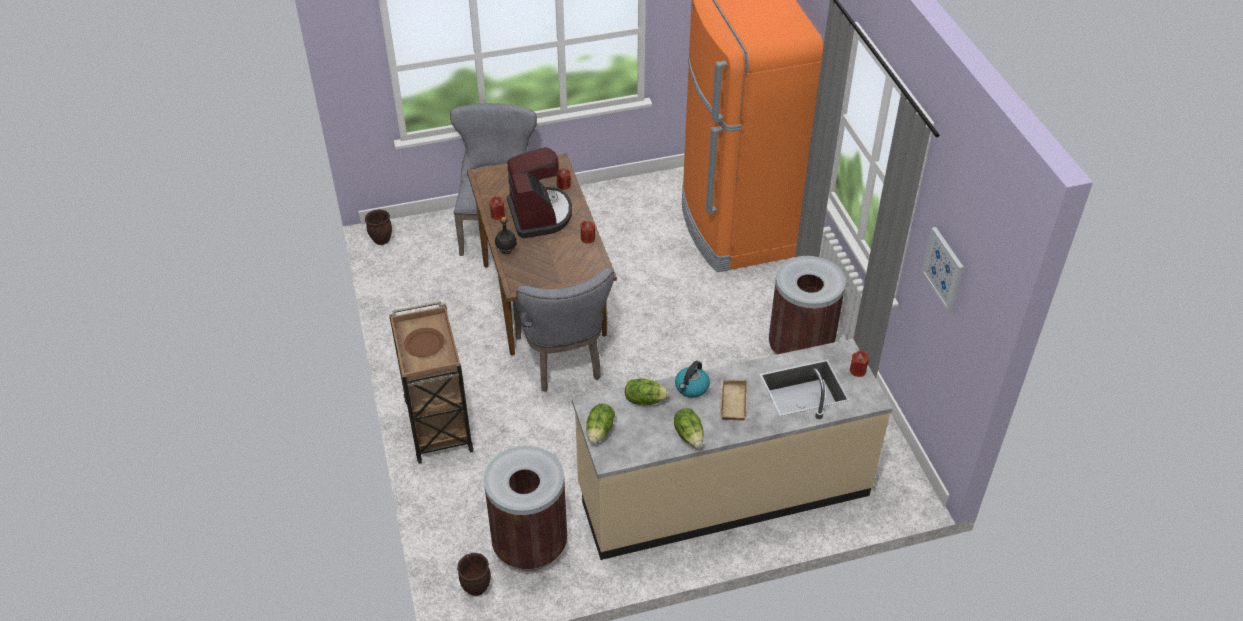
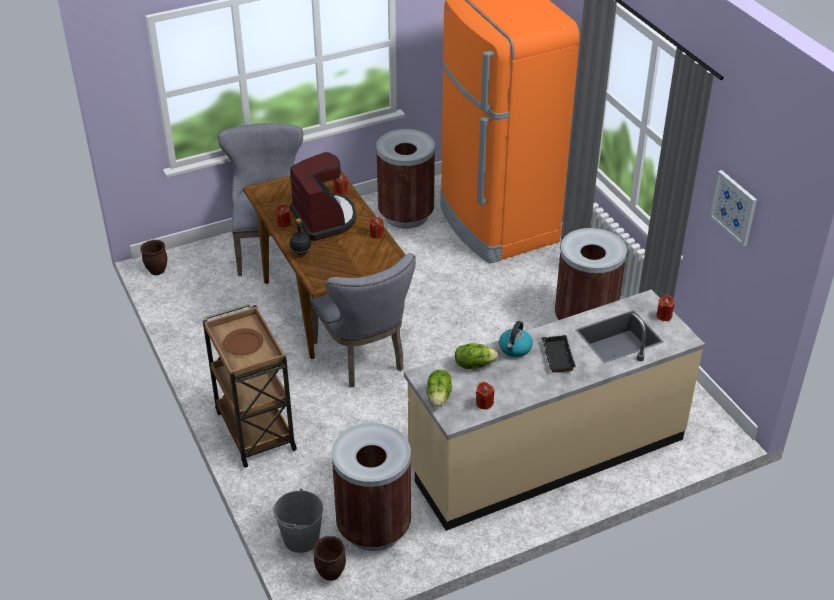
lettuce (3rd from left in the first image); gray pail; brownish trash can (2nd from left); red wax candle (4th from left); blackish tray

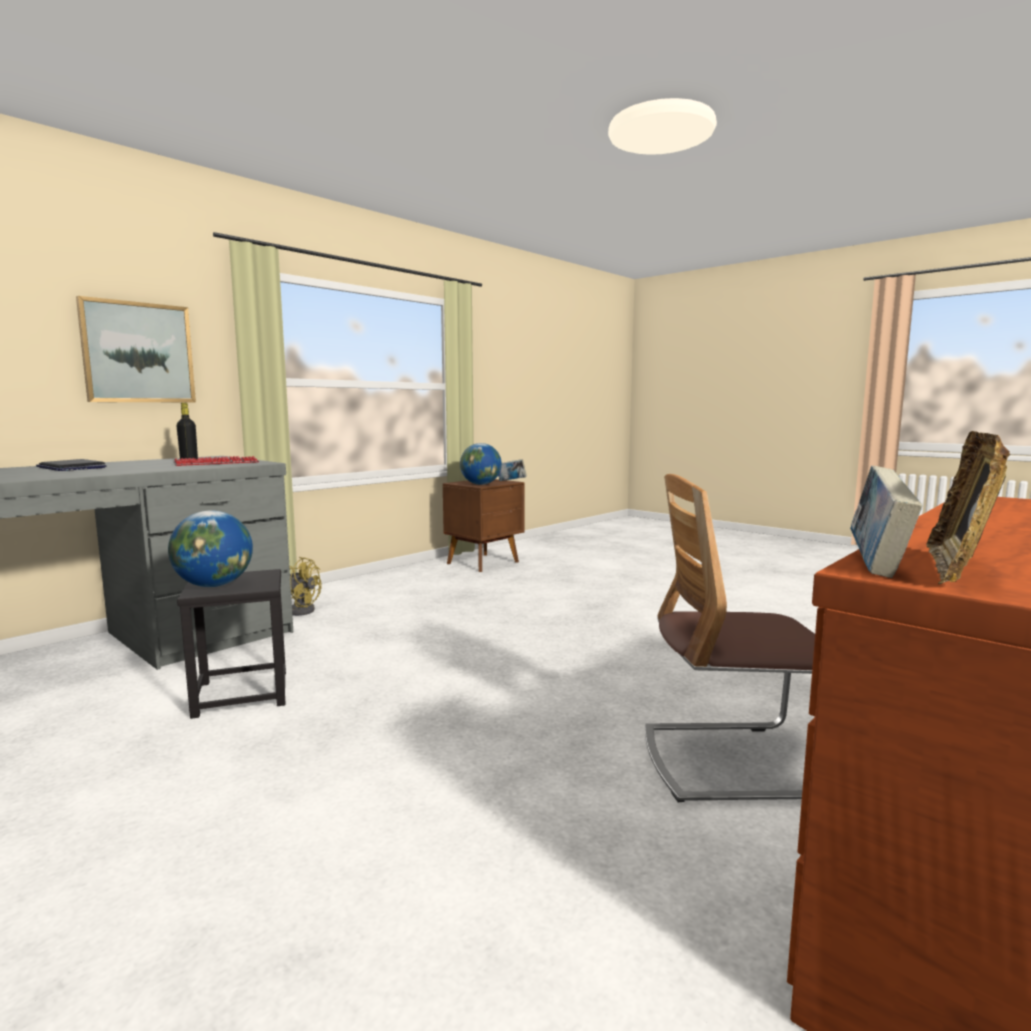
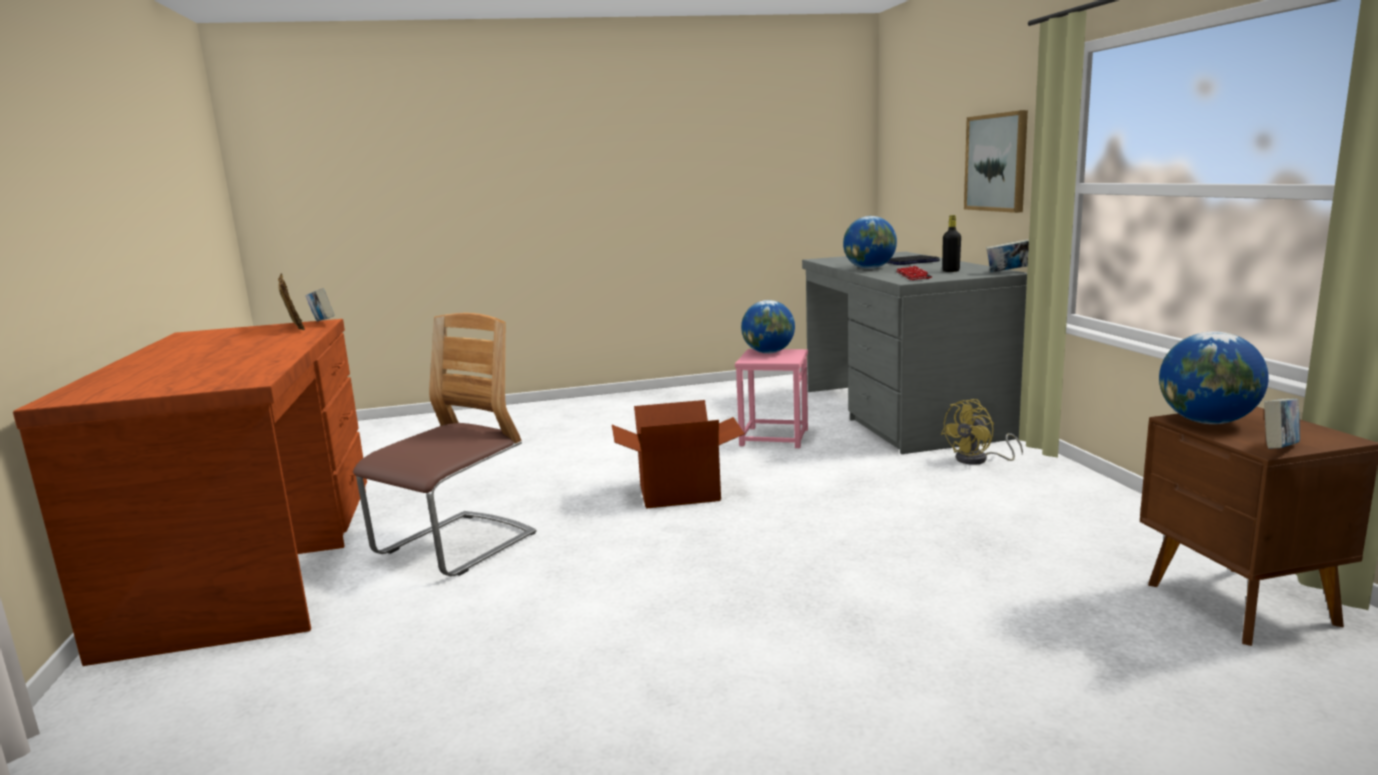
cardboard box; world globe (2nd from left); bound book (2nd from left); pinkish stool seat

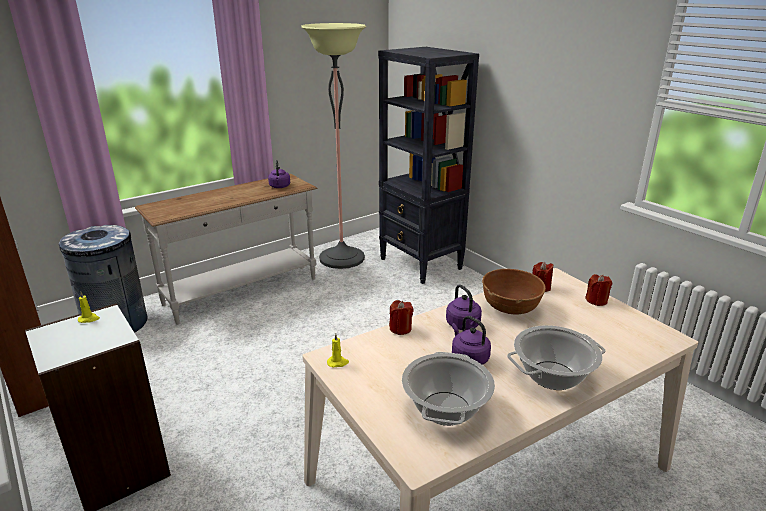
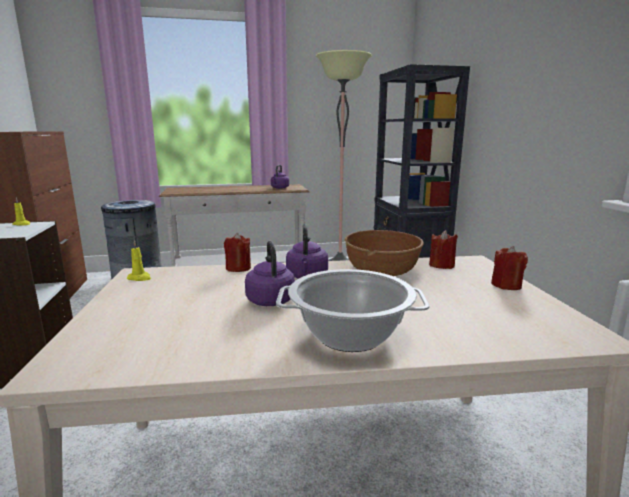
cooking pot (1st from left in the first image)

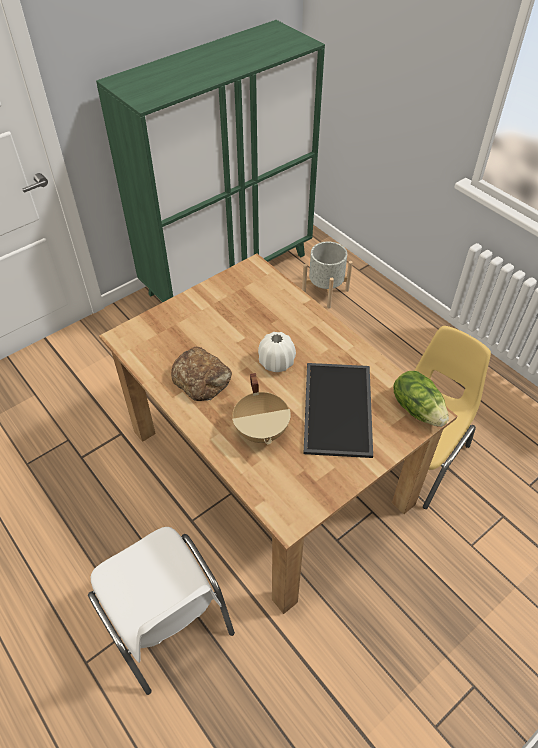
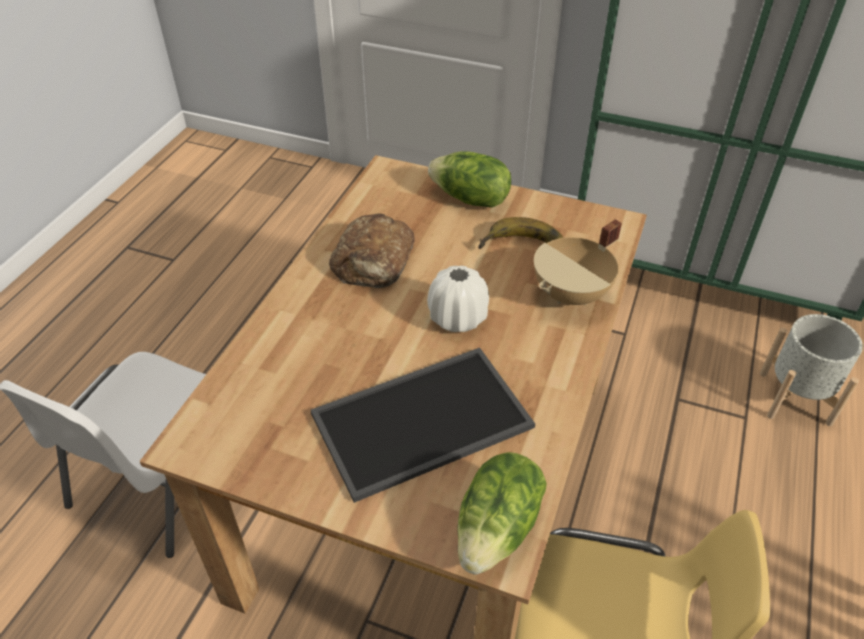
lettuce (1st from left); banana fruit; beige cooking pot

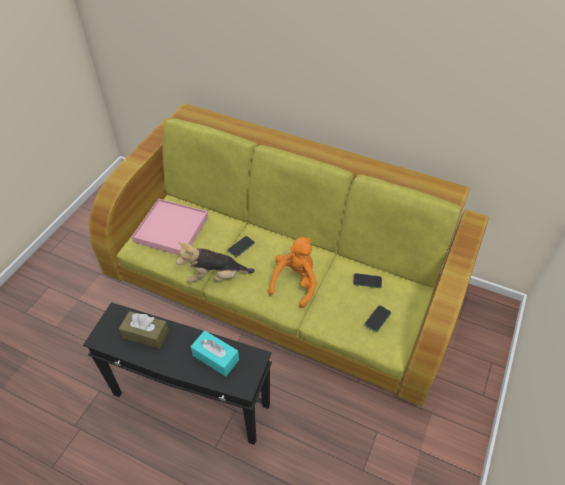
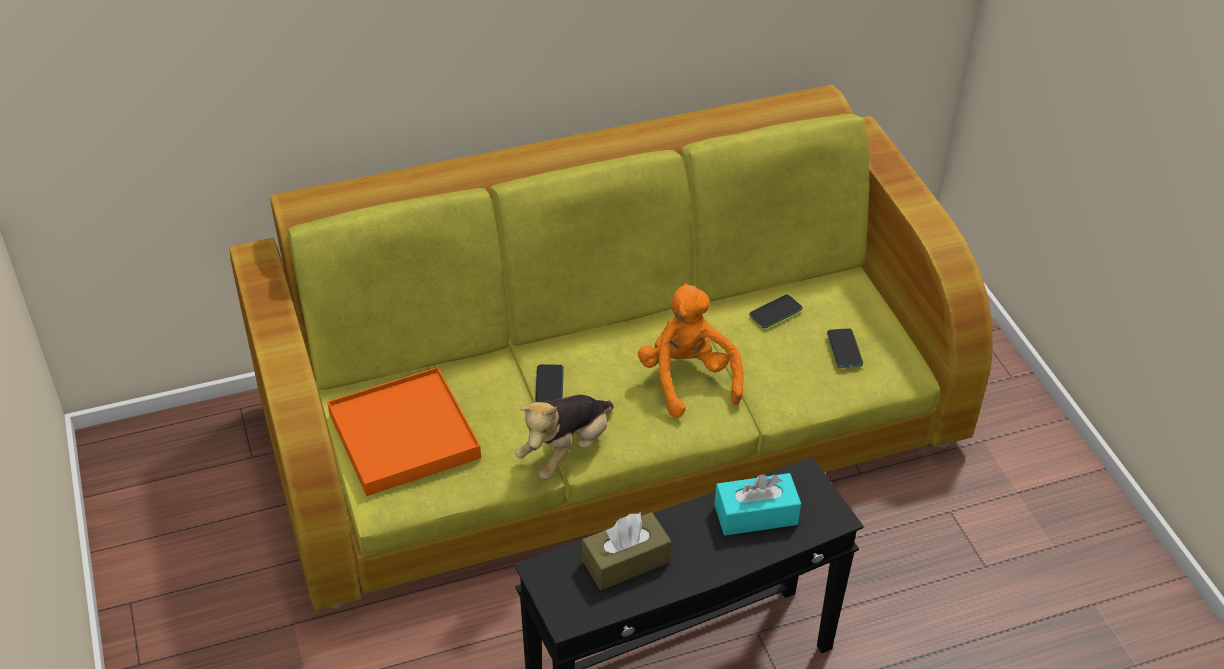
orange tray

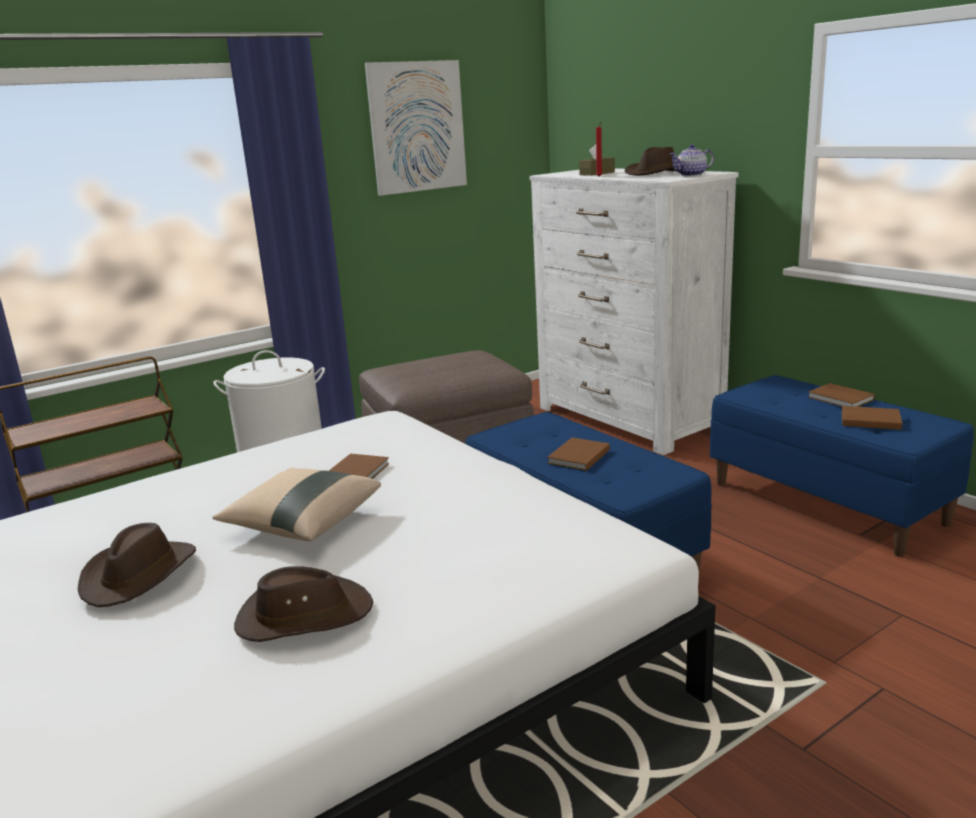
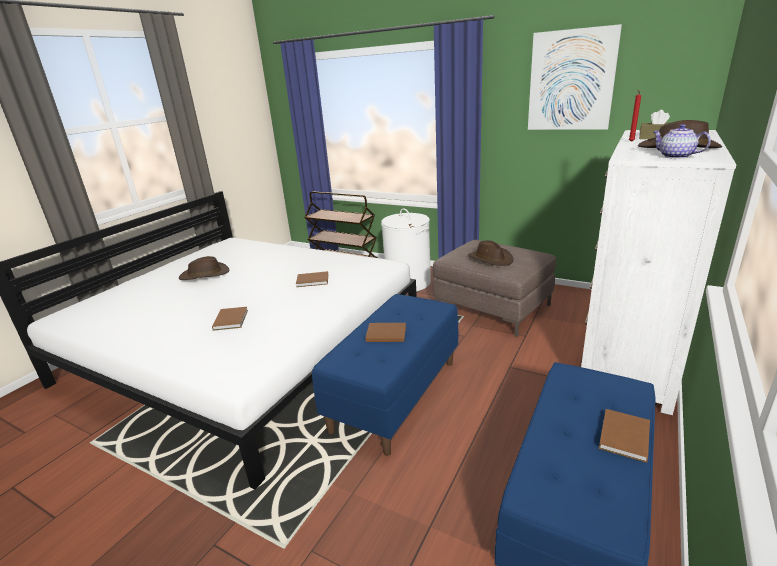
beige cushion; brownish hat (2nd from left); brownish bound book (1st from left)

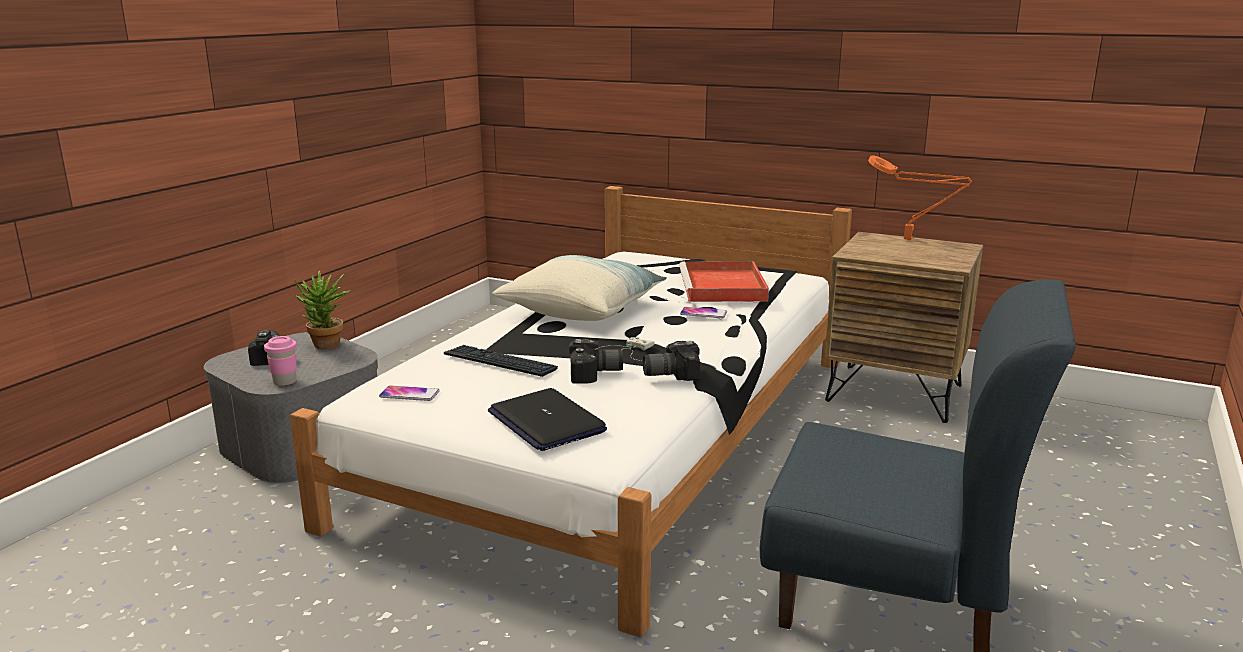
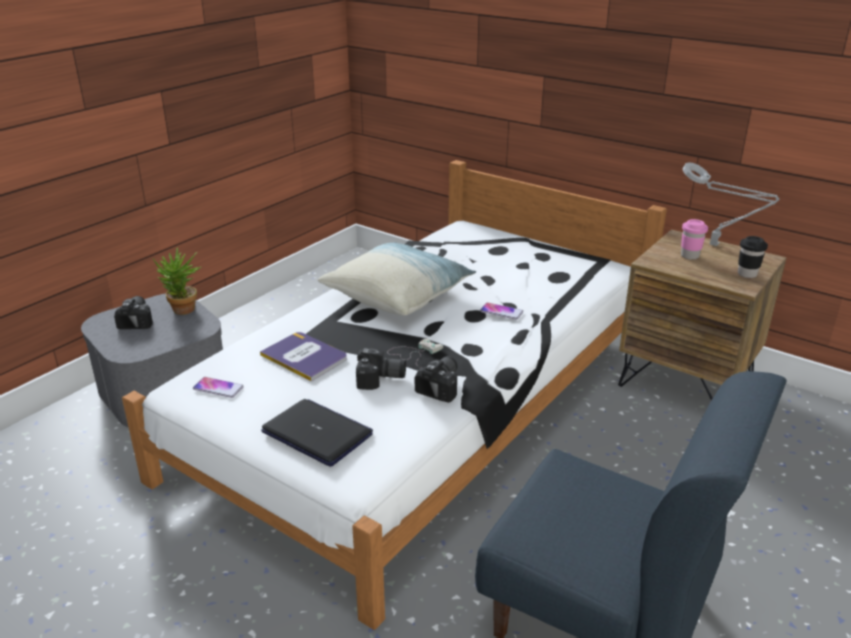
red tray; blackish small cup; pinkish small cup; bound book; gray tabletop lamp; portable computer; still camera (3rd from left)

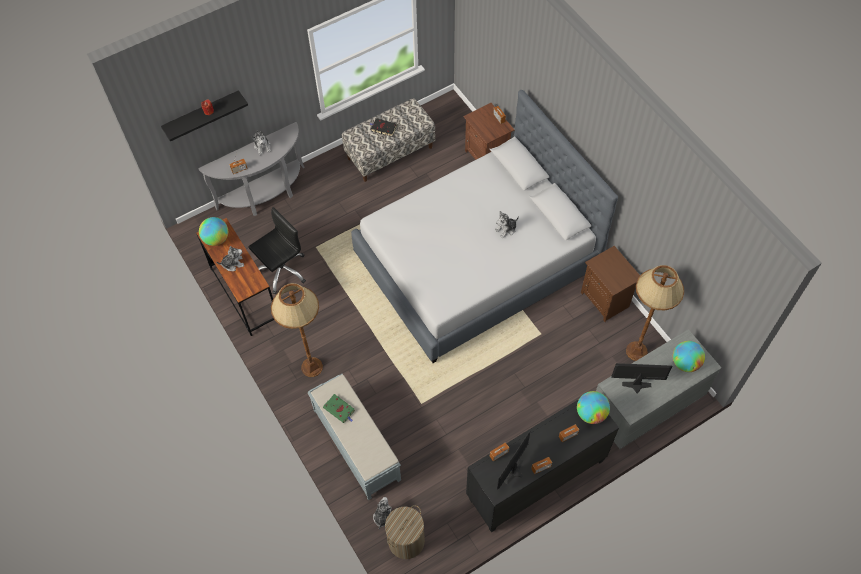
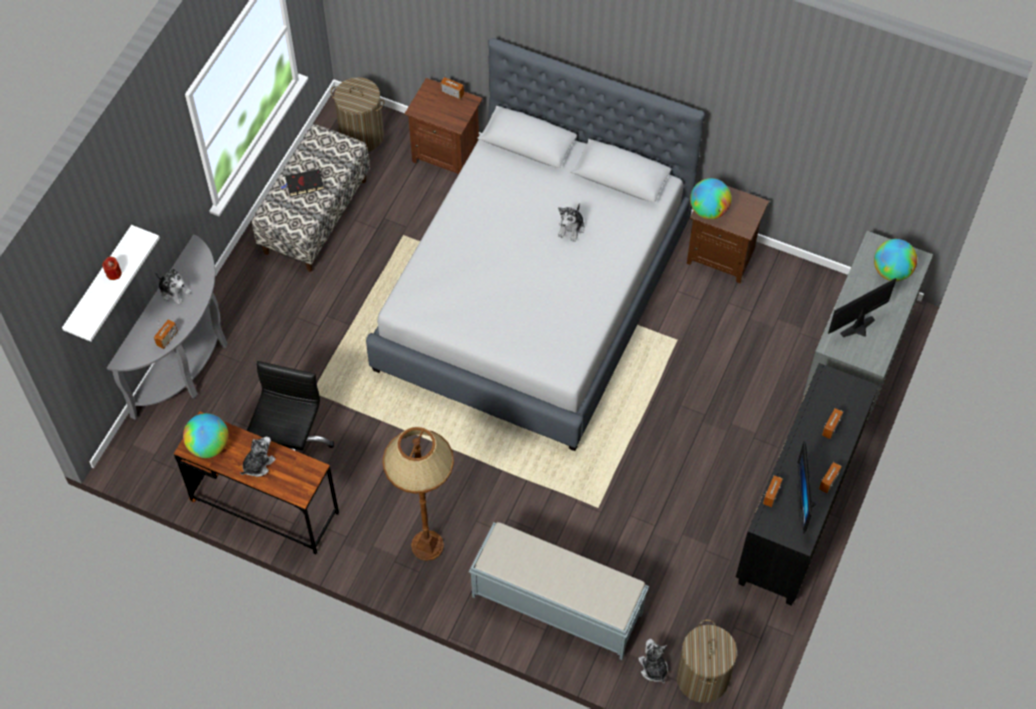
greenish bound book; brownish standard lamp (2nd from left in the first image); laundry basket (1st from left); world globe (2nd from left); white bracket shelf

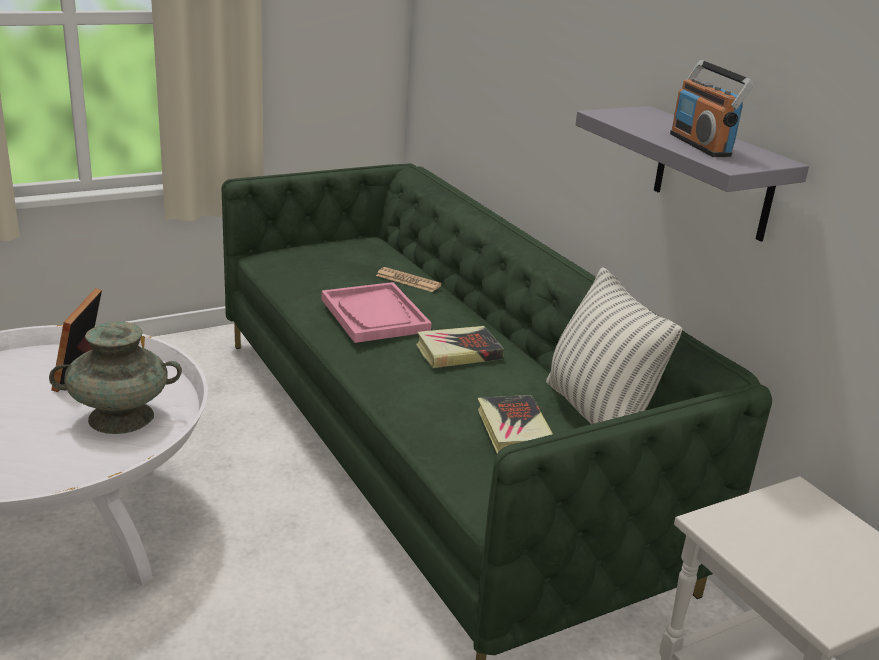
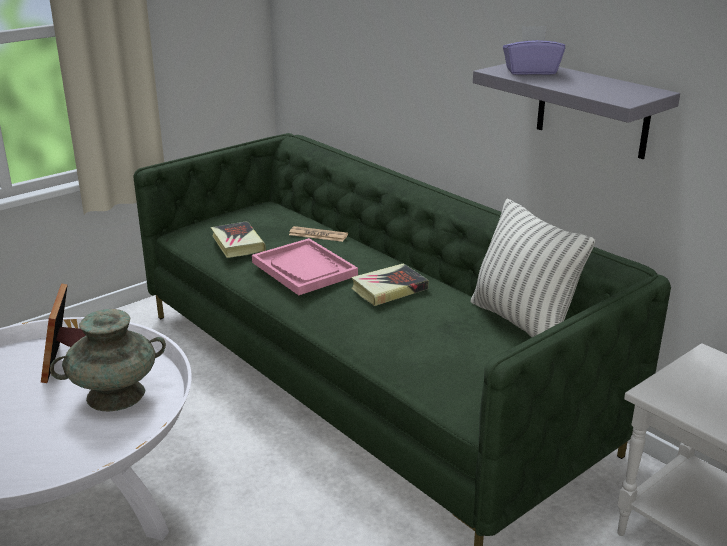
radio receiver; purplish box of tissues; bound book (1st from left)

